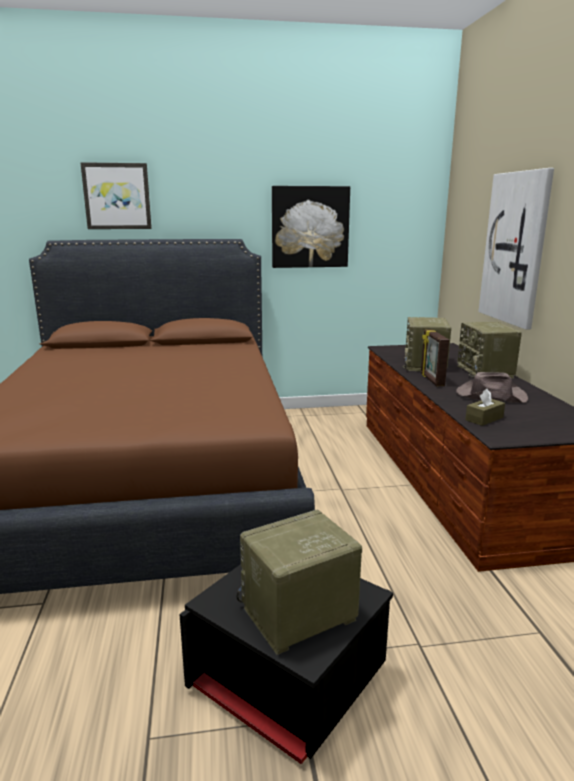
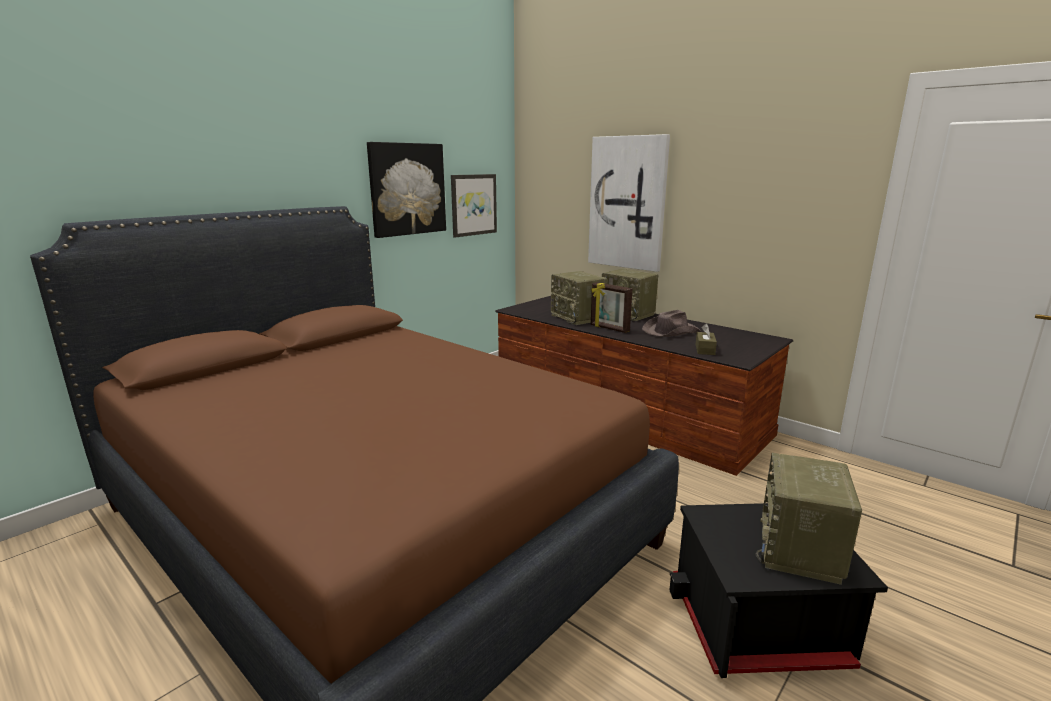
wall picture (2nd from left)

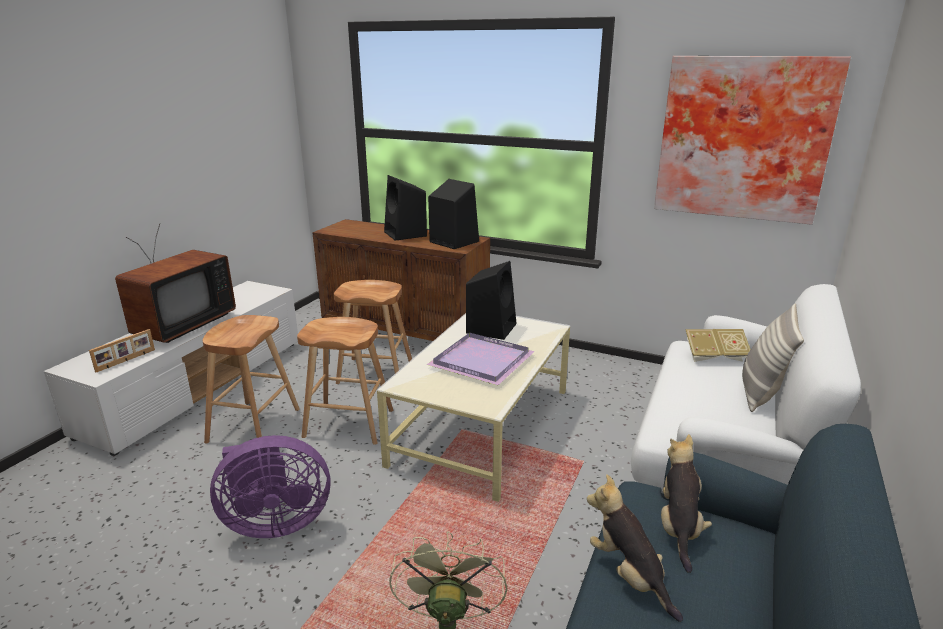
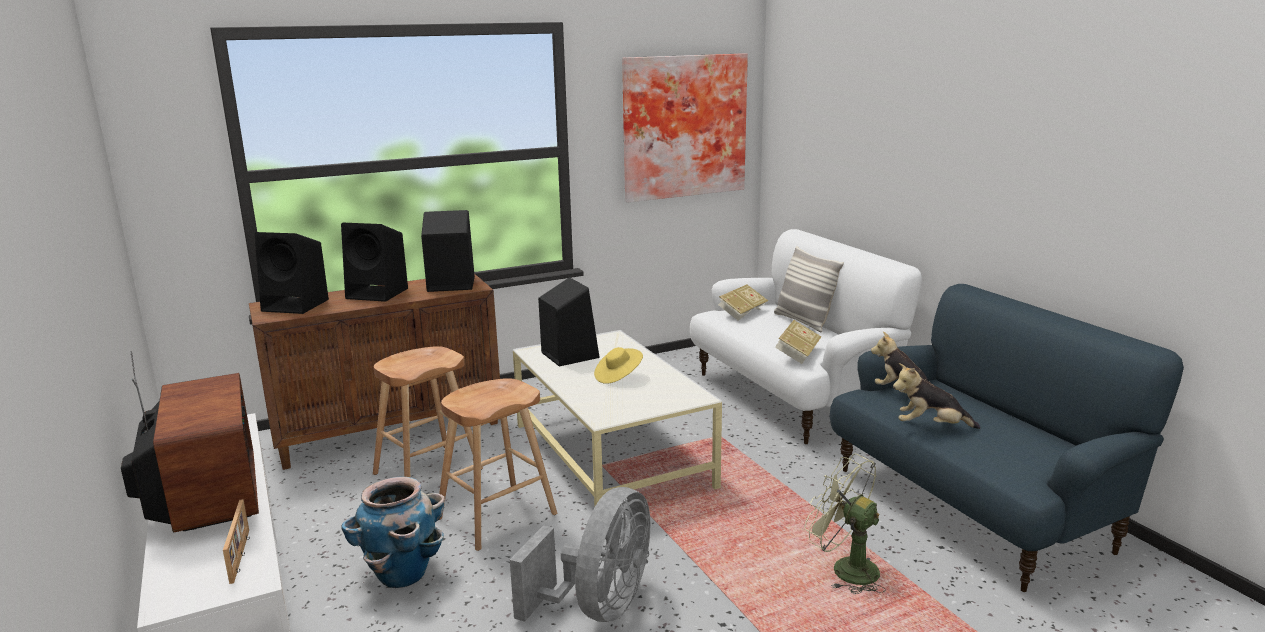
blackish audio speaker (1st from left); bound book (2nd from left); plant pot; yellow-coloured hat; gray electric fan

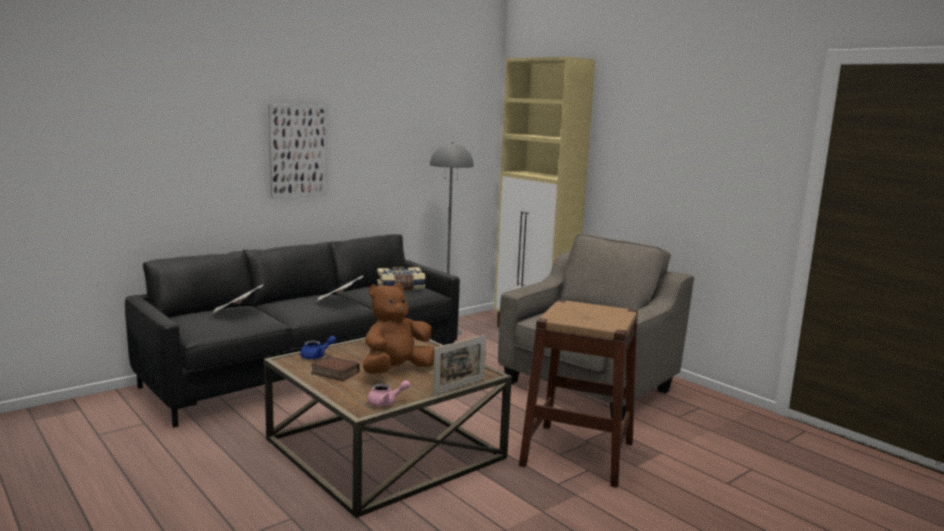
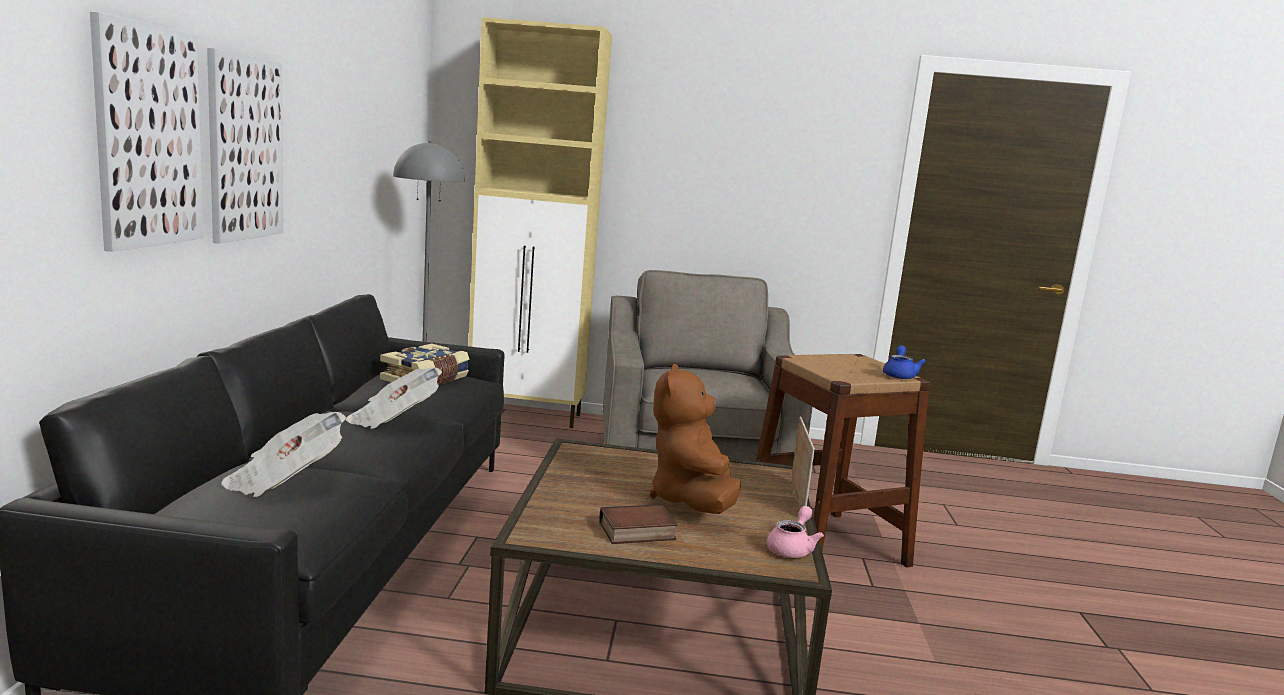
wall picture (1st from left); blue-coloured teapot

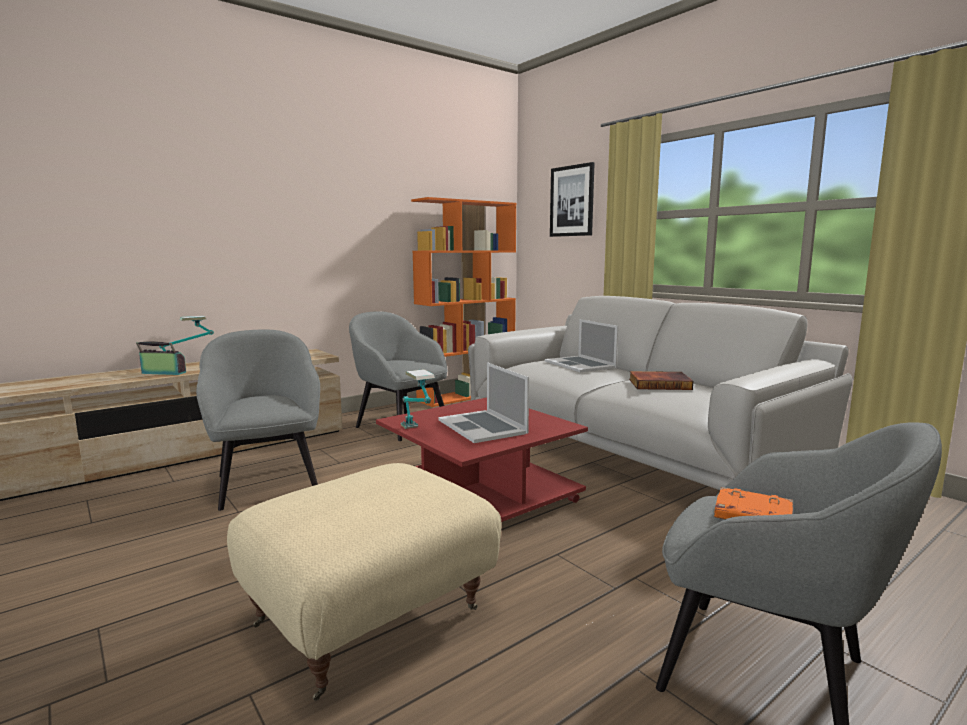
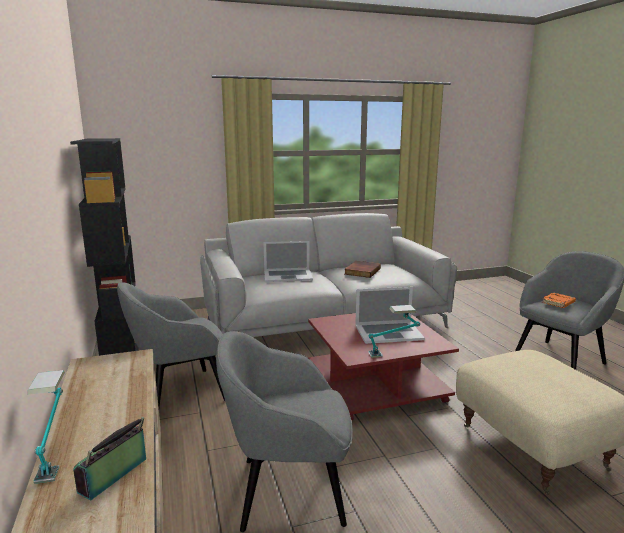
wall picture; blackish bookcase

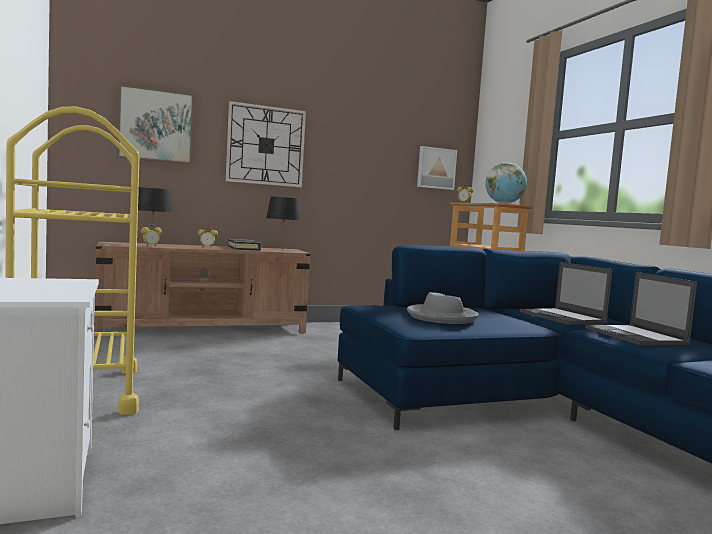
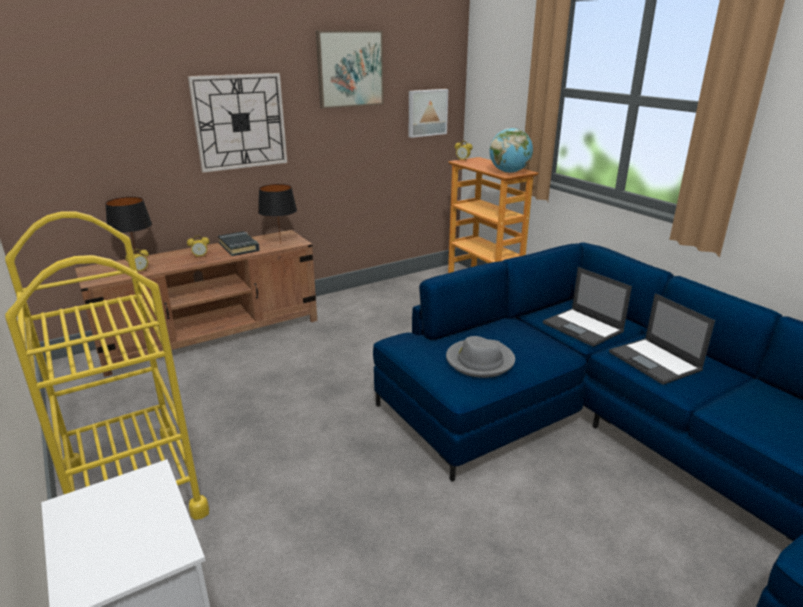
wall picture (1st from left)

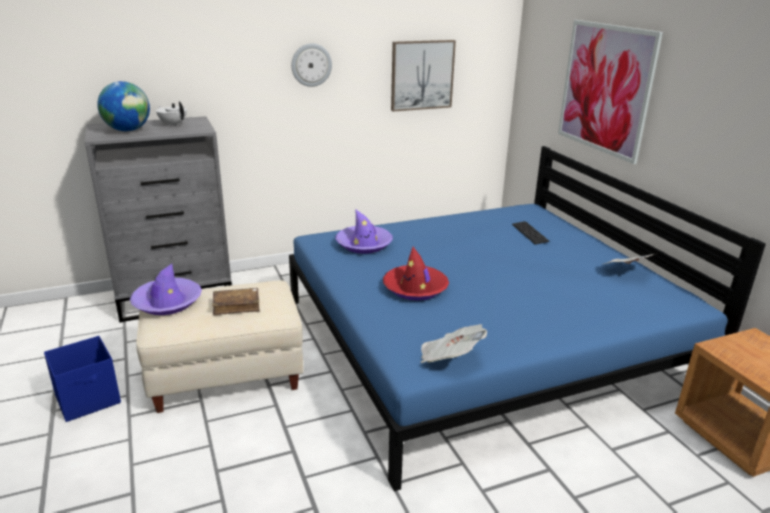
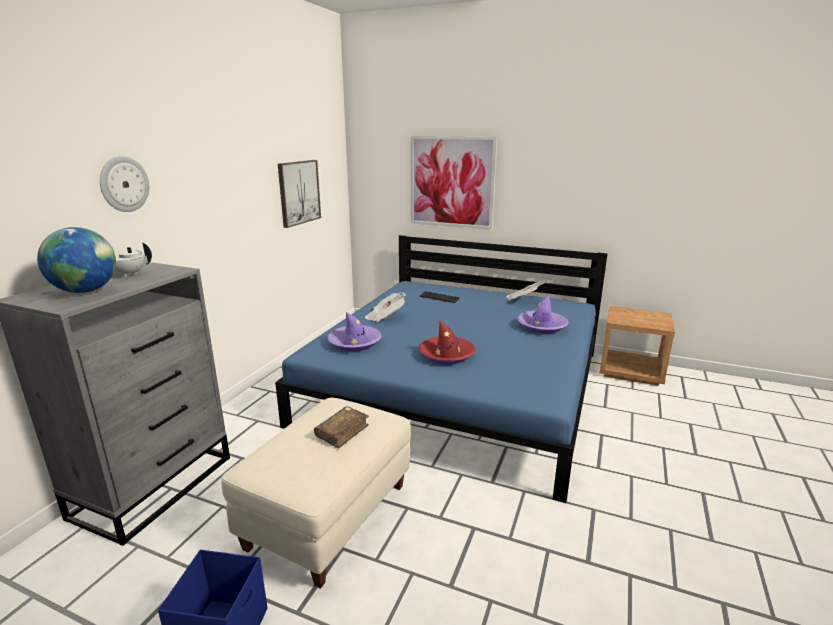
purplish hat (2nd from left); wall clock; newspaper (1st from left)

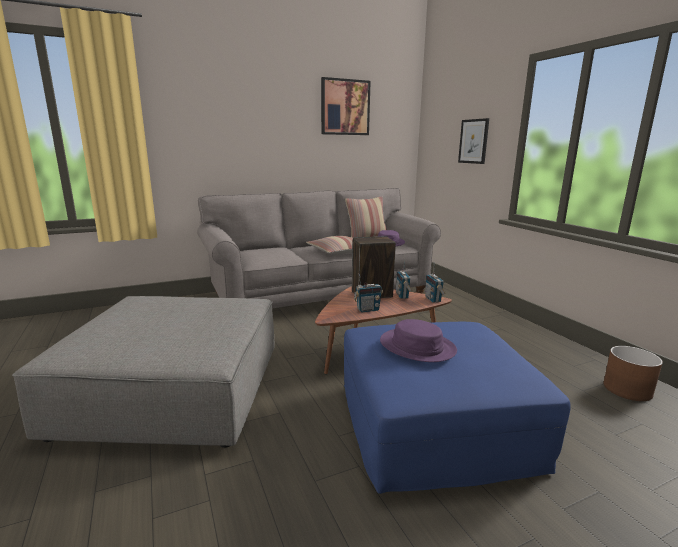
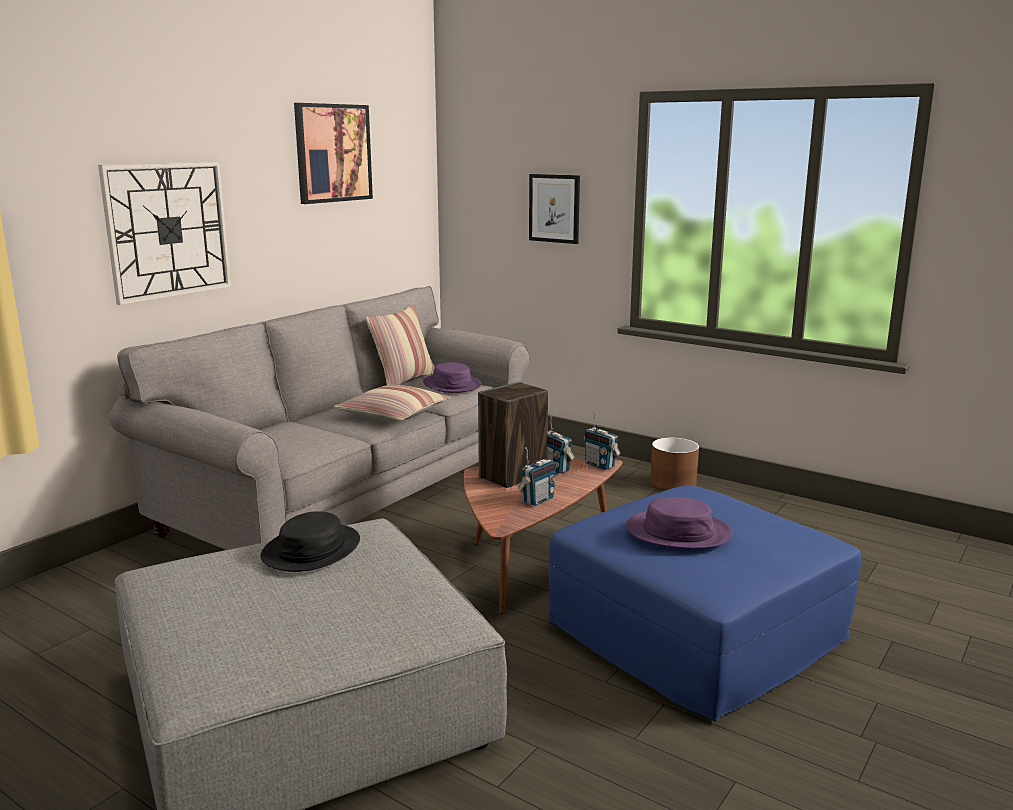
wall clock; blackish hat; brownish plant pot

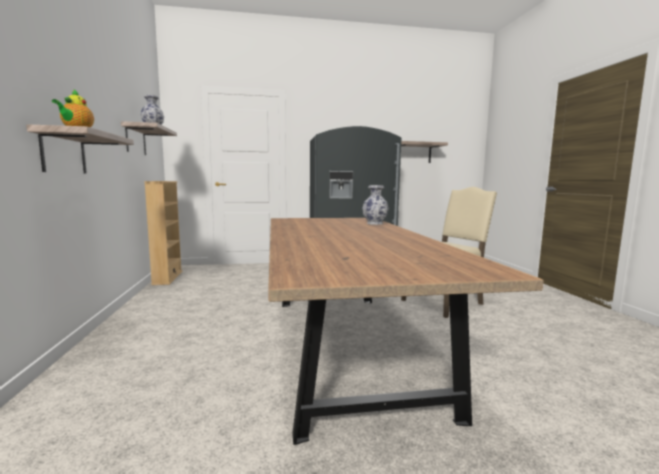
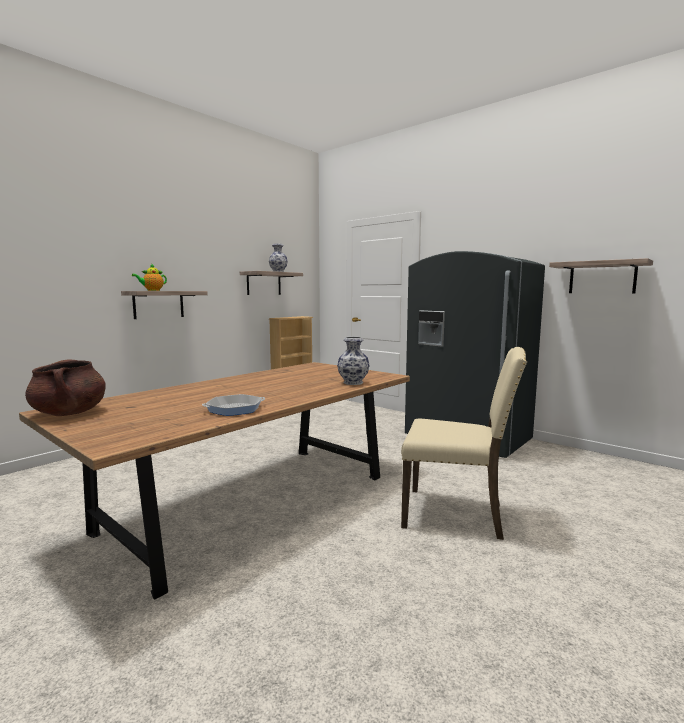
brownish cooking pot; frying pan

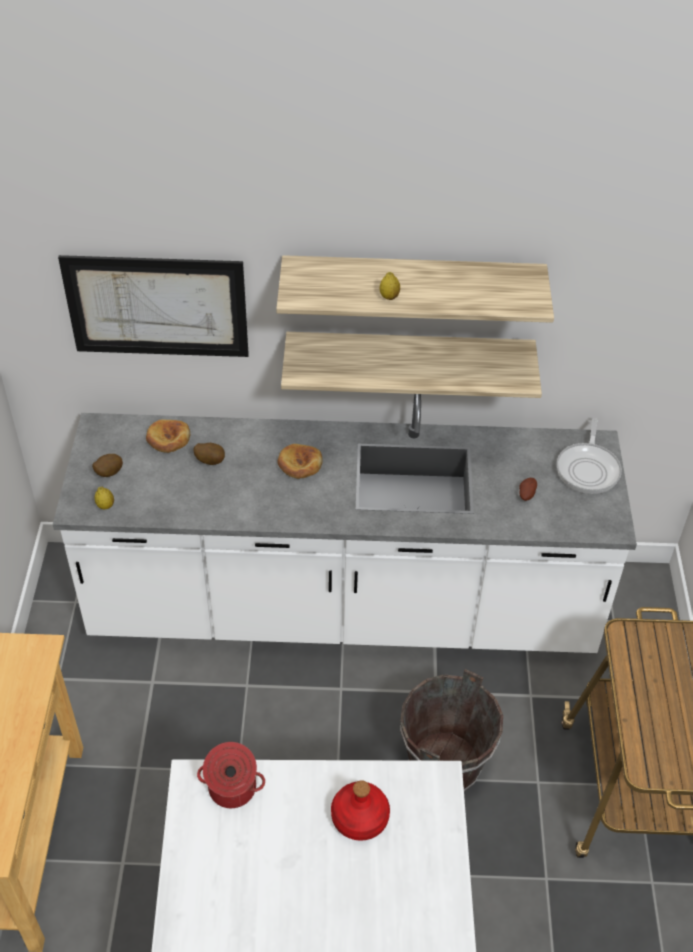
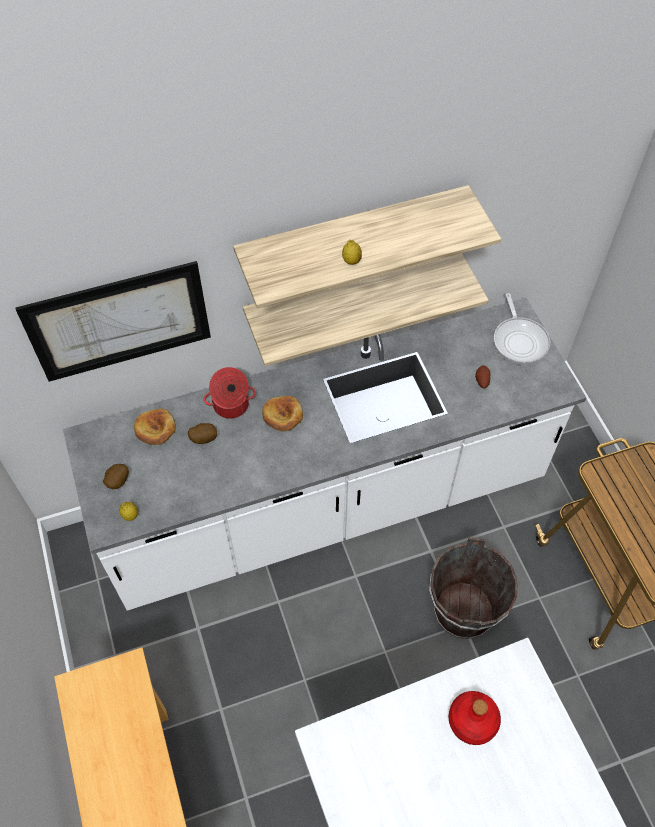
cooking pot

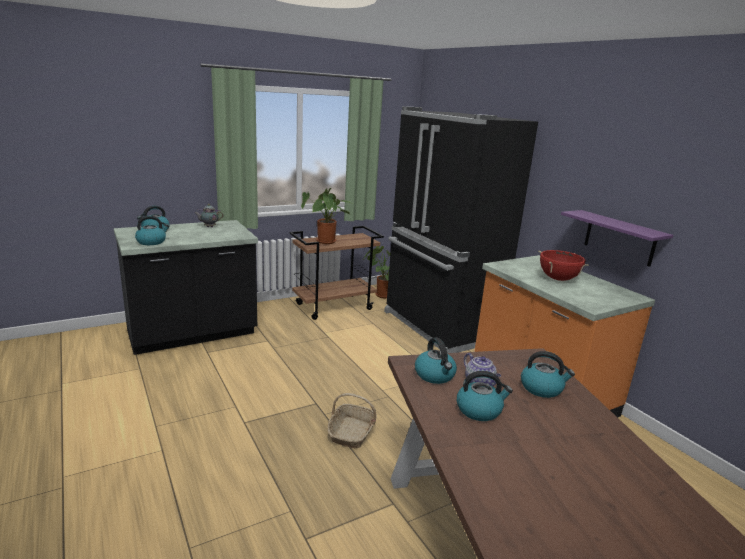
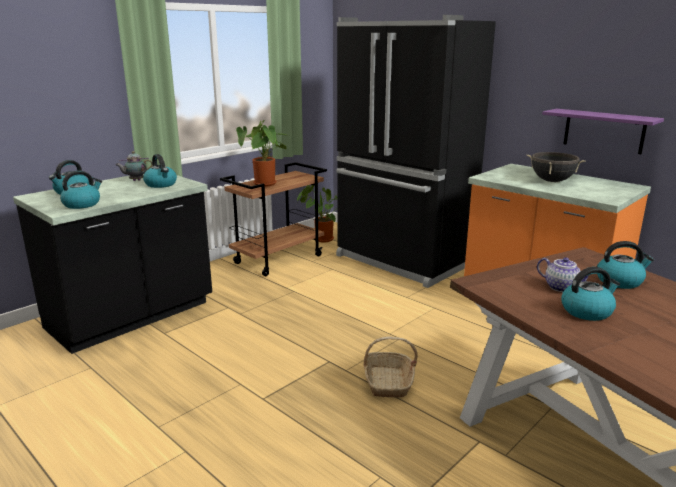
kettle (3rd from left); blackish cooking pot

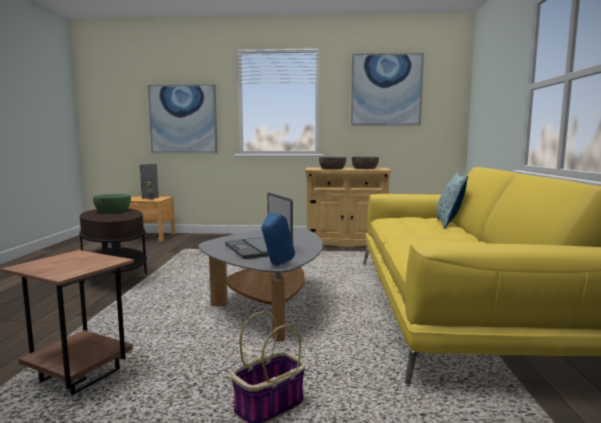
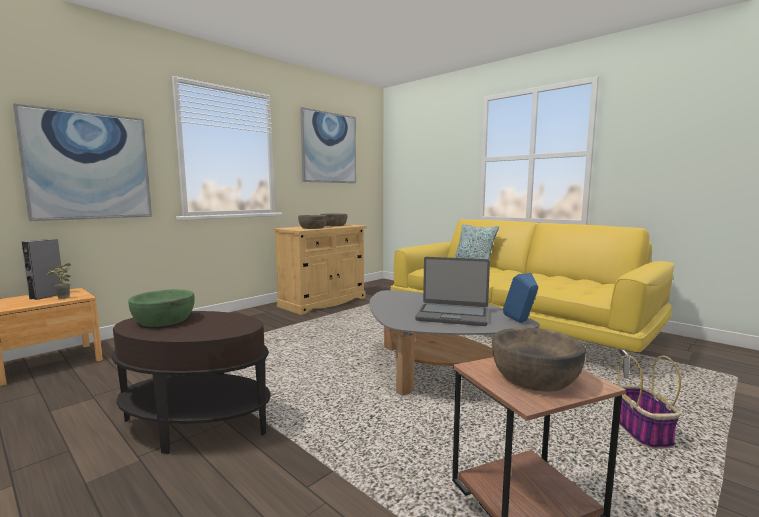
brownish deep dish (3rd from left)

